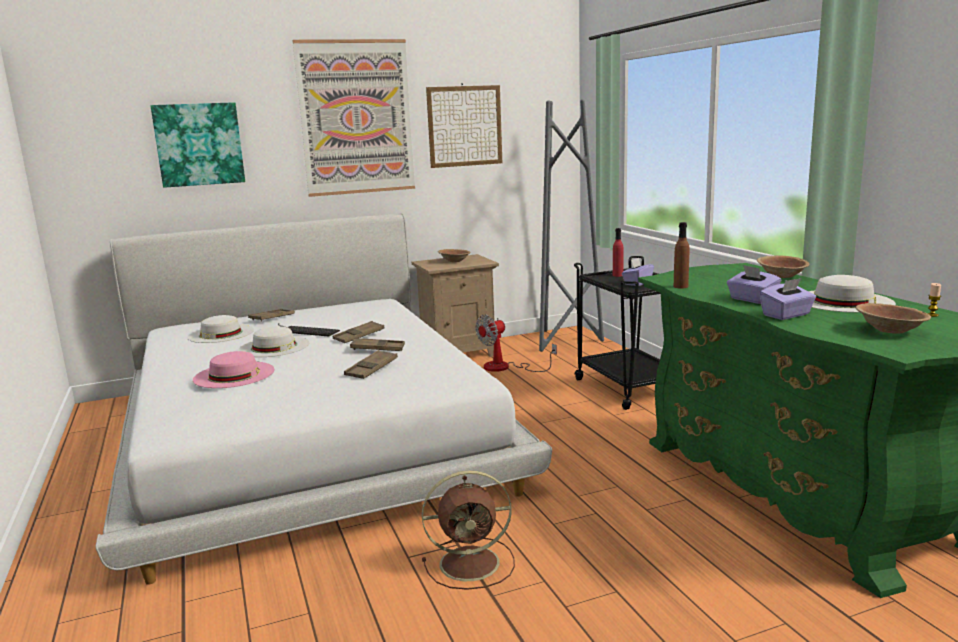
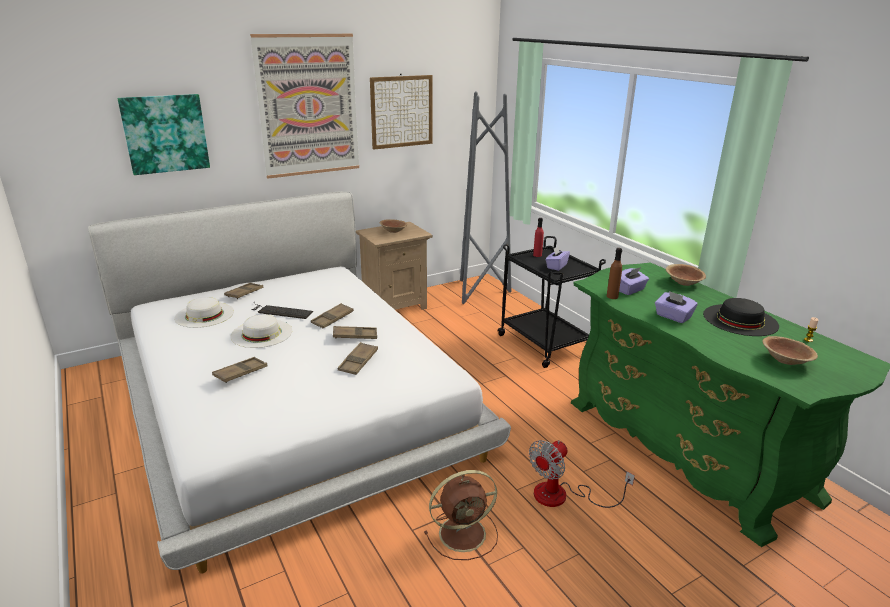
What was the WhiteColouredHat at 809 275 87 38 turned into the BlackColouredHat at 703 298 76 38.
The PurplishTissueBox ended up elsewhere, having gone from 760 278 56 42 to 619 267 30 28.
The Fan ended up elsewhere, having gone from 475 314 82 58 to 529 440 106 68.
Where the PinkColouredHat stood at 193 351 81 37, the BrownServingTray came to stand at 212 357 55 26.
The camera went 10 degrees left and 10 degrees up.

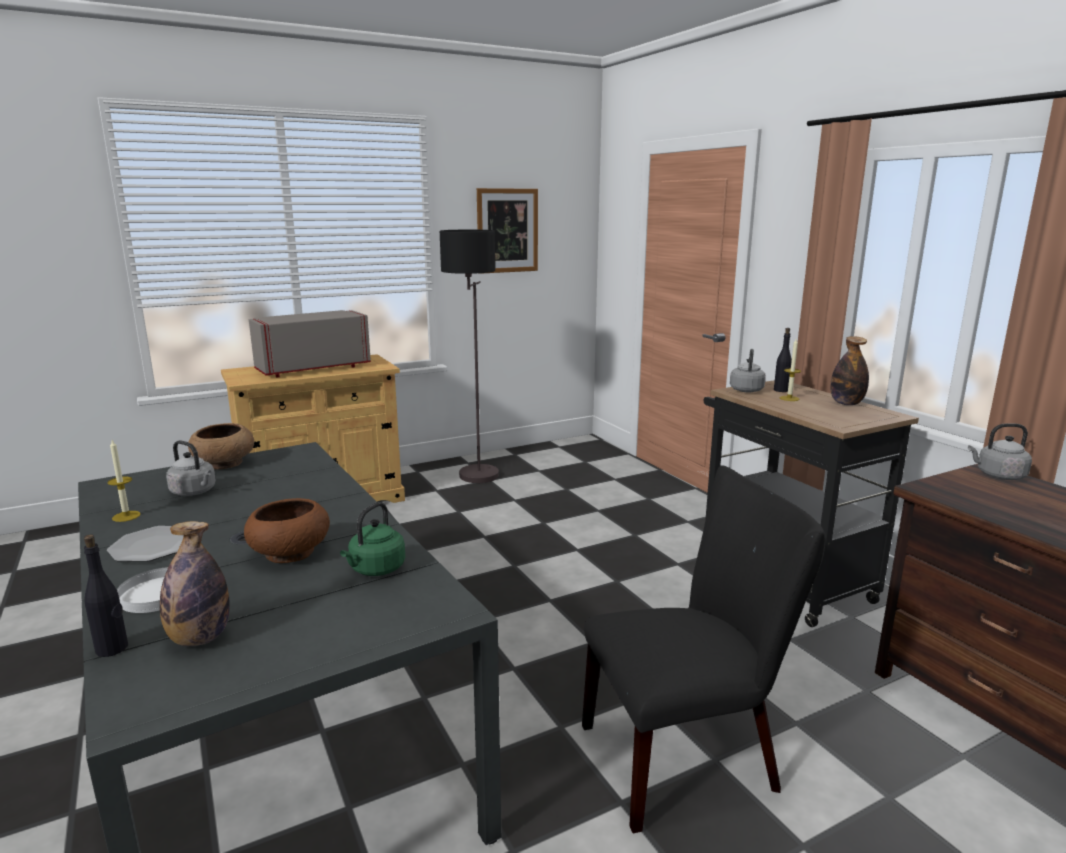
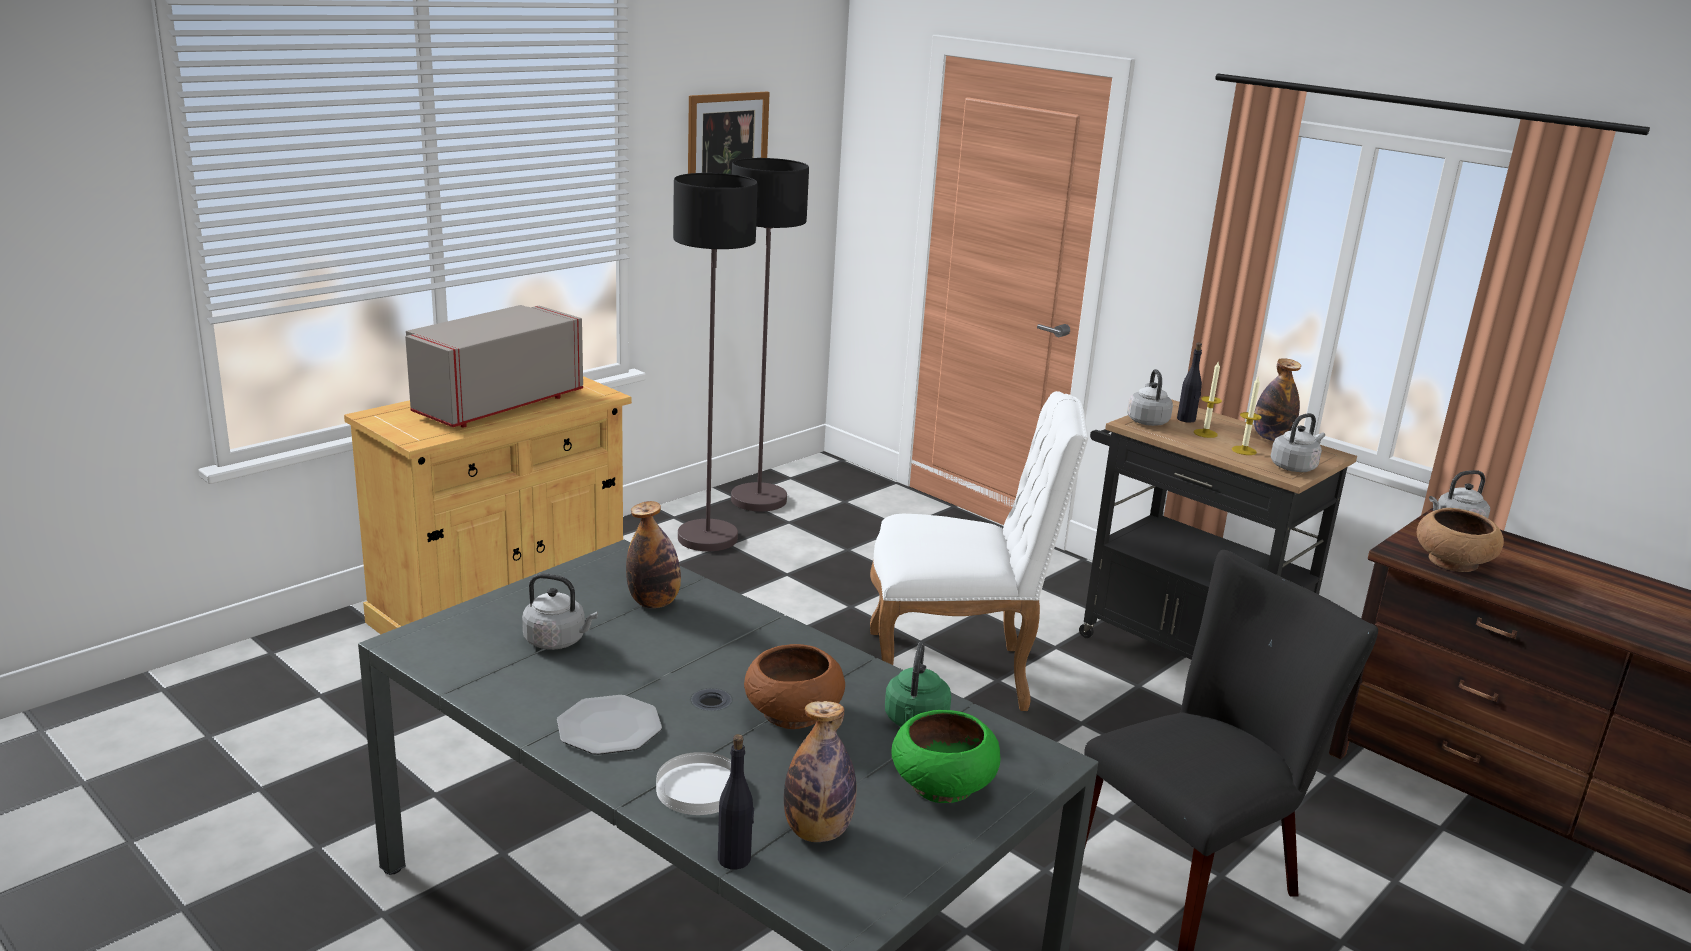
The BrownServingBowl ended up elsewhere, having gone from 188 423 66 47 to 1417 508 87 64.
The WaxLight ended up elsewhere, having gone from 107 440 34 82 to 1232 377 29 78.
The second view gained the BlackColouredStandingLamp at 731 158 78 354.
The second view gained the WhiteColouredUprightChair at 870 391 218 320.
The second view gained the GreyishTeaKettle at 1271 413 54 59.
The second view gained the Bottle at 626 501 55 107.
The second view gained the GreenColouredServingBowl at 891 710 110 93.
The camera went 20 degrees left and 5 degrees up.

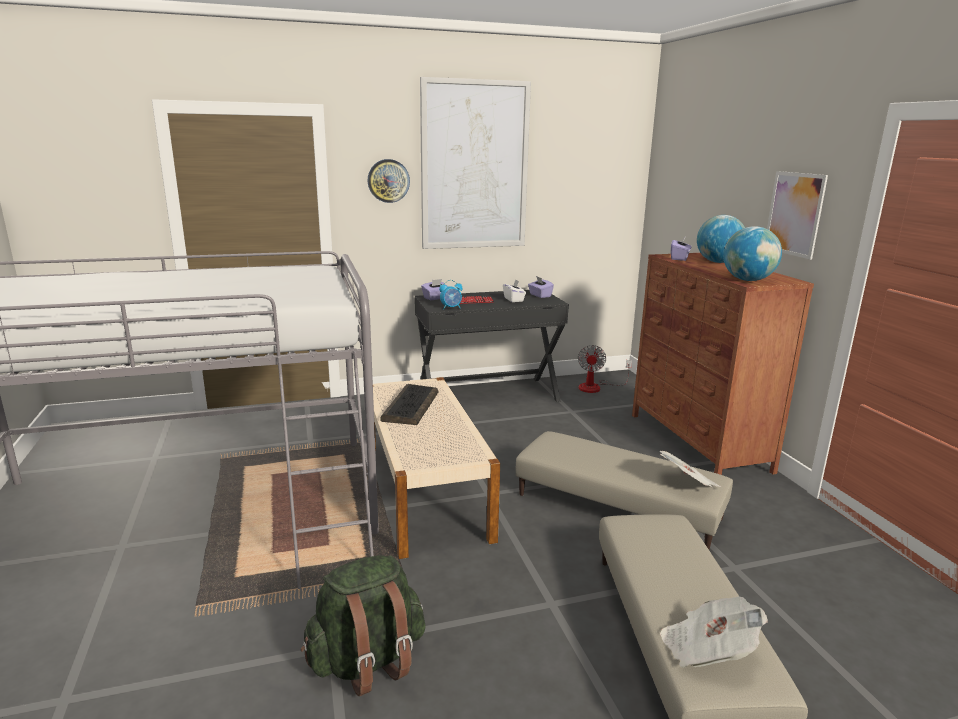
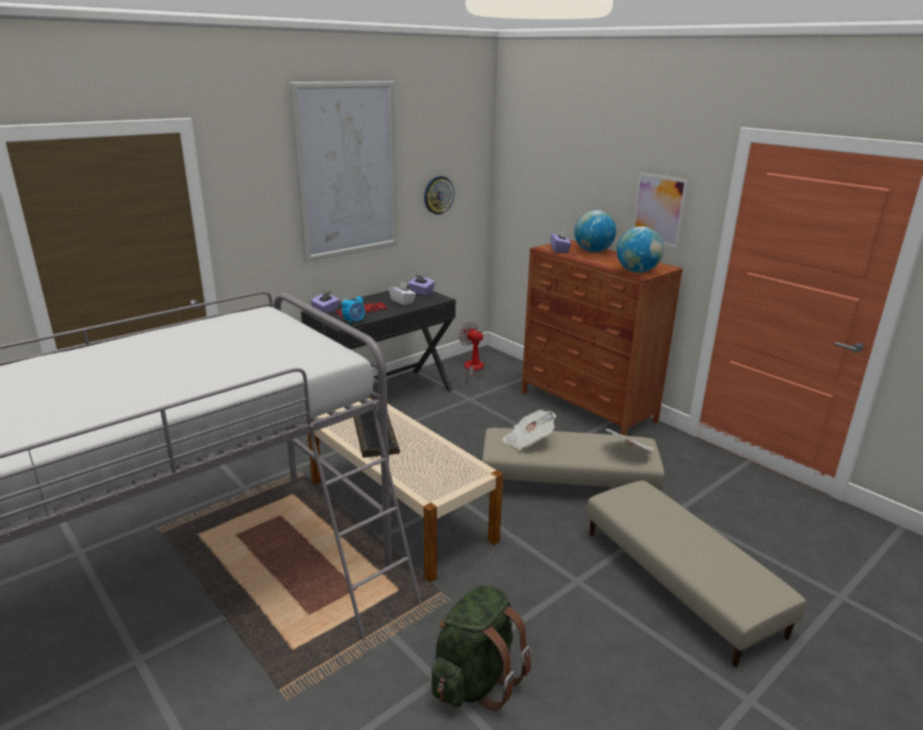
The ClockOnTheWall ended up elsewhere, having gone from 368 159 42 44 to 424 176 31 39.
The Fan at 578 345 54 48 ended up facing another way, 150 degrees clockwise from before.
The DailyPaper ended up elsewhere, having gone from 660 596 108 72 to 502 410 54 40.
The camera went 25 degrees left and 5 degrees up.

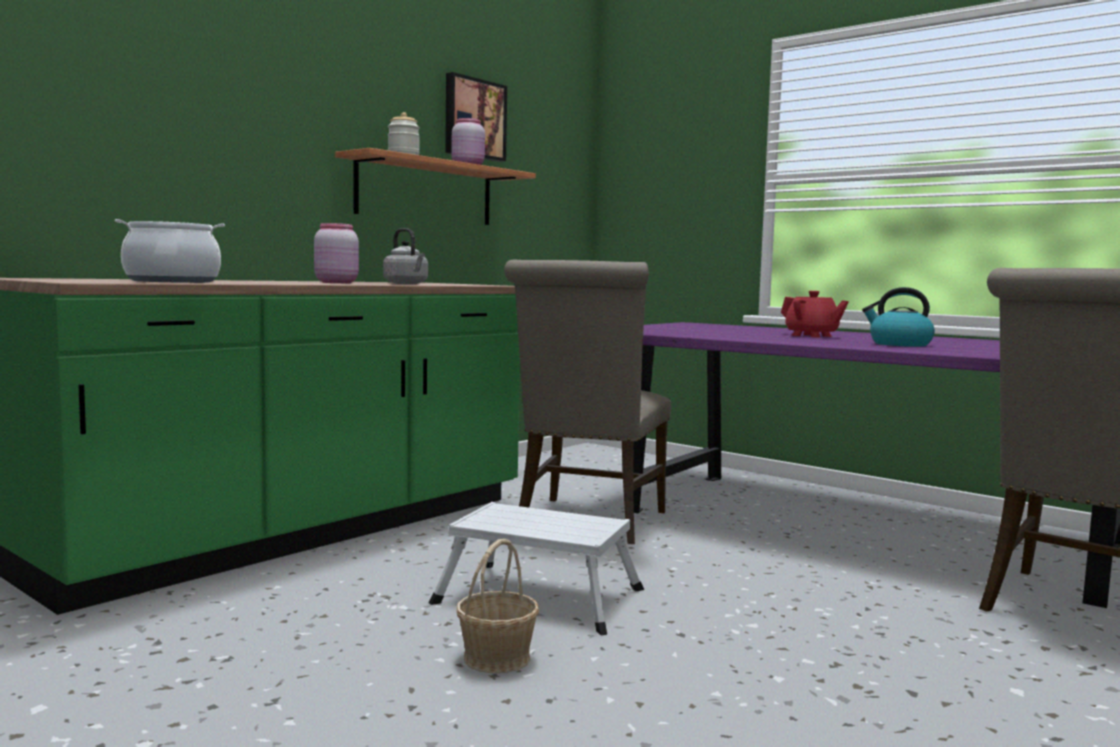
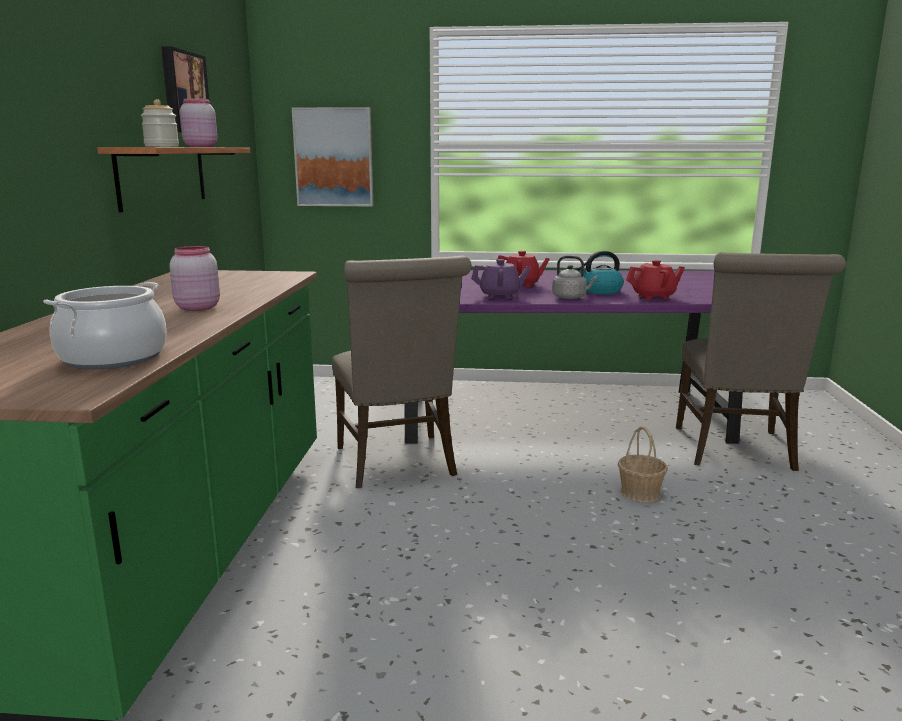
The GreyishTeaKettle ended up elsewhere, having gone from 383 228 45 56 to 552 256 45 43.
The second view lost the WhiteColouredStepLadder at 429 502 215 133.
The HouseholdBasket ended up elsewhere, having gone from 456 539 83 134 to 618 426 50 76.
The second view gained the Picture at 292 107 81 99.
The second view gained the PurplishPotForTea at 471 259 60 40.
The second view gained the RedColouredPotForTea at 626 260 59 40.
The camera went 35 degrees left and 10 degrees up.

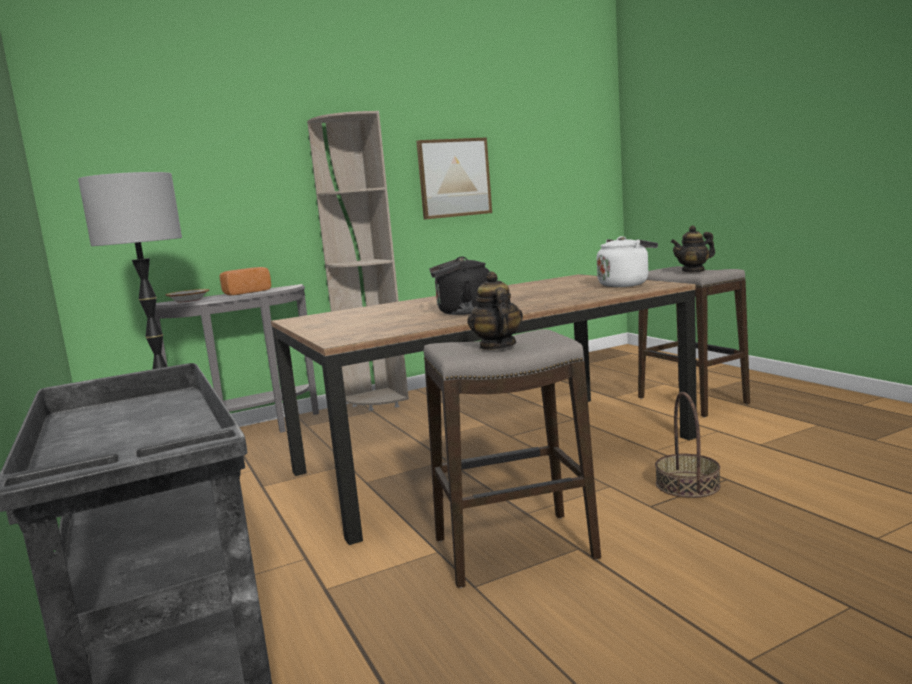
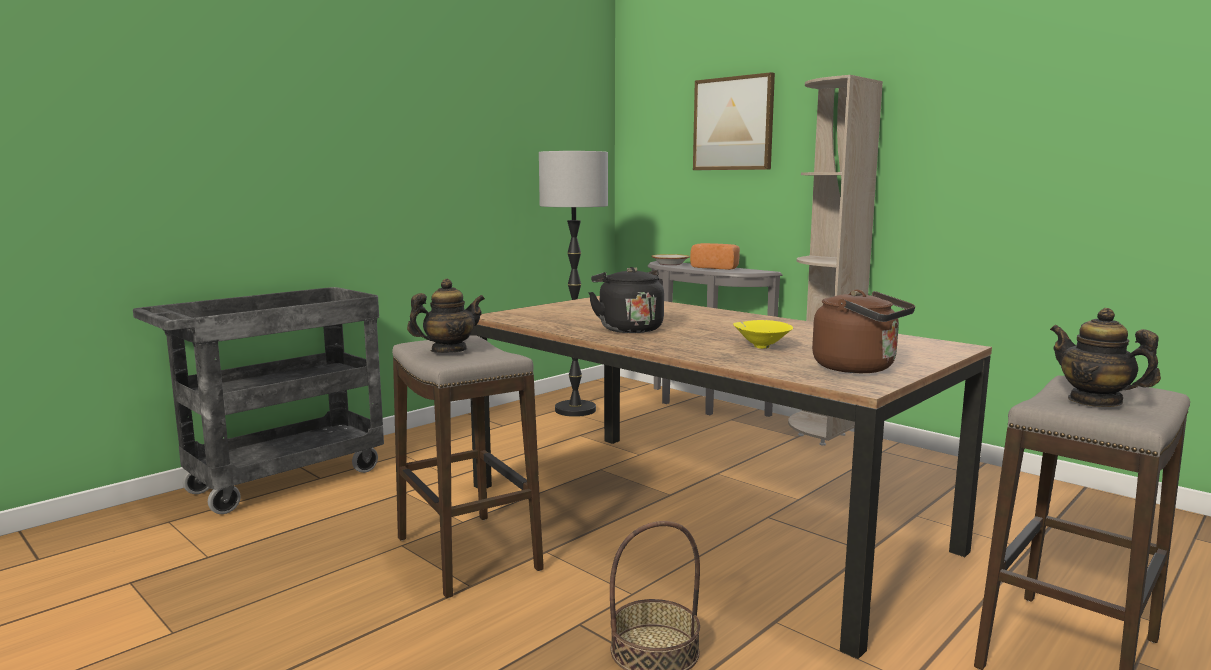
The Picture ended up elsewhere, having gone from 416 137 76 82 to 693 72 82 98.
What was the WhiteColouredTeaKettle at 597 236 61 51 turned into the BrownTeaKettle at 812 290 103 83.
The second view gained the YellowServingBowl at 733 320 60 29.
The camera went 70 degrees right and 0 degrees up.

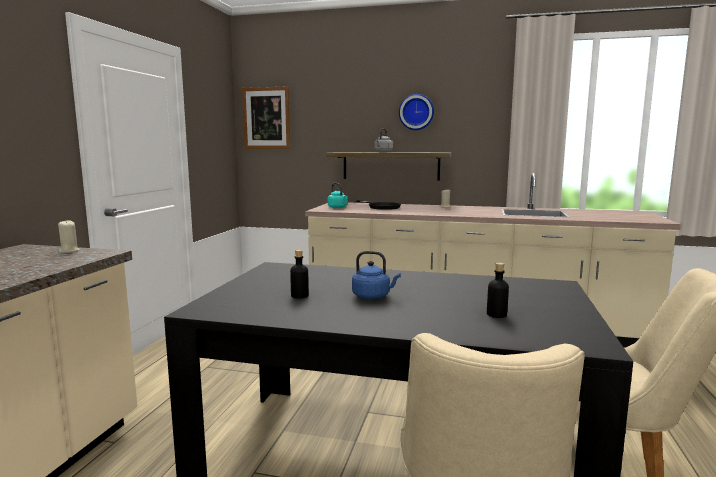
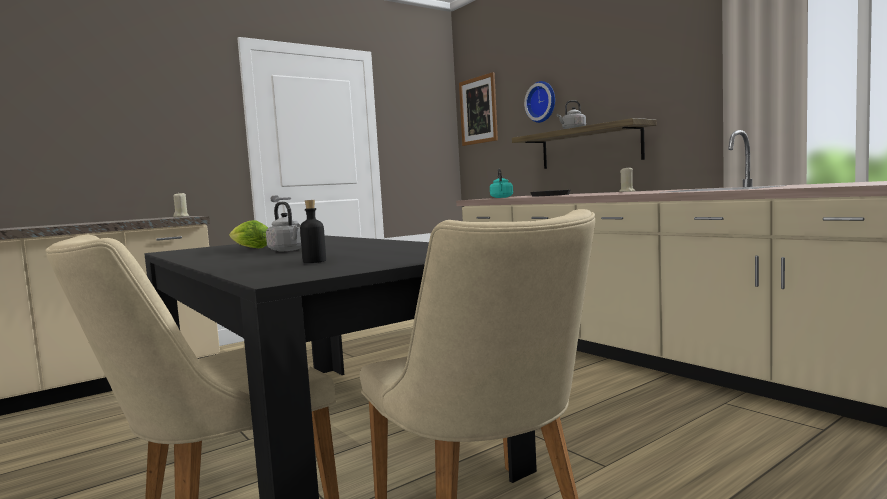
The ClockOnTheWall ended up elsewhere, having gone from 399 94 35 36 to 524 81 31 42.
Where the BlackColouredBottle stood at 290 249 19 50, the HeadOfLettuce came to stand at 229 220 39 28.
What was the BlueColouredTeaKettle at 352 251 49 48 turned into the GreyishTeaKettle at 266 202 36 49.
The camera went 40 degrees right and 5 degrees down.

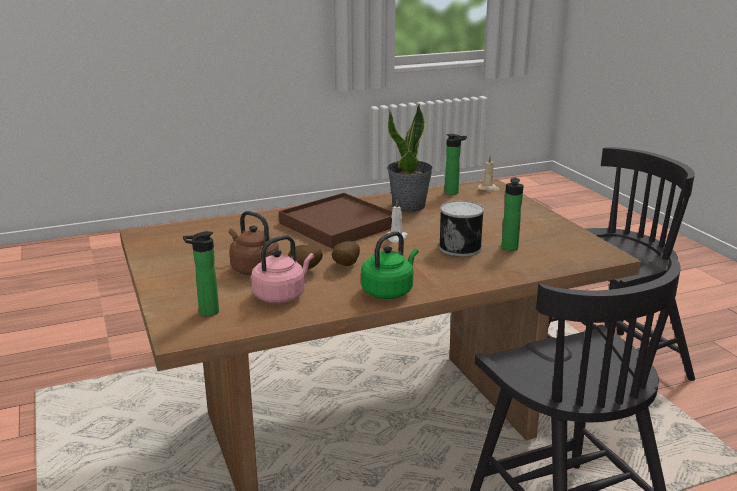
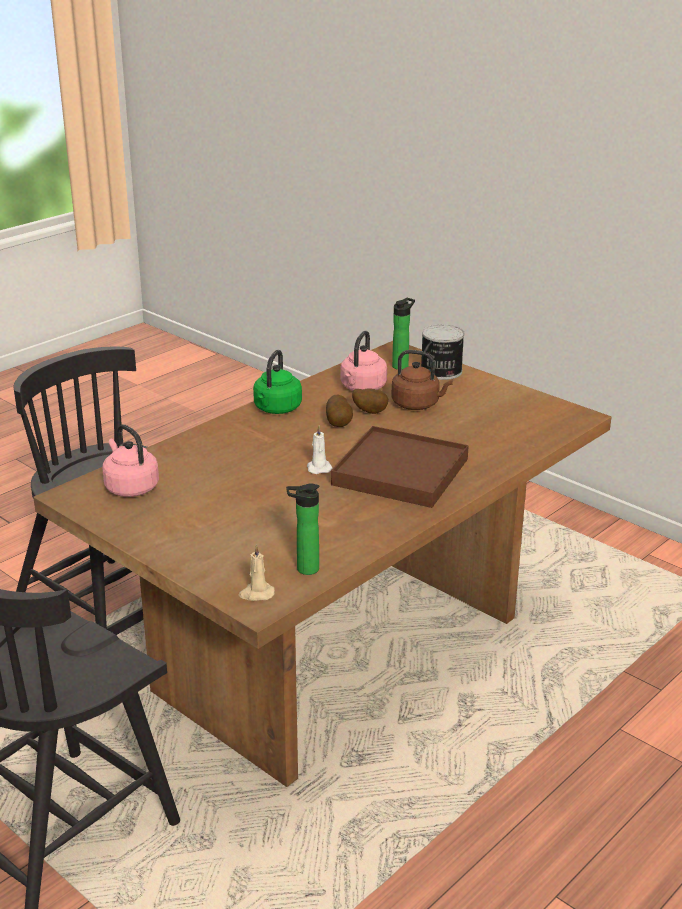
The second view lost the Houseplant at 387 104 46 108.
The second view lost the Bottle at 501 177 23 74.
The Can ended up elsewhere, having gone from 439 200 45 56 to 421 324 43 56.
The second view gained the PinkColouredTeaKettle at 102 425 57 72.
The camera went 155 degrees right and 5 degrees up.

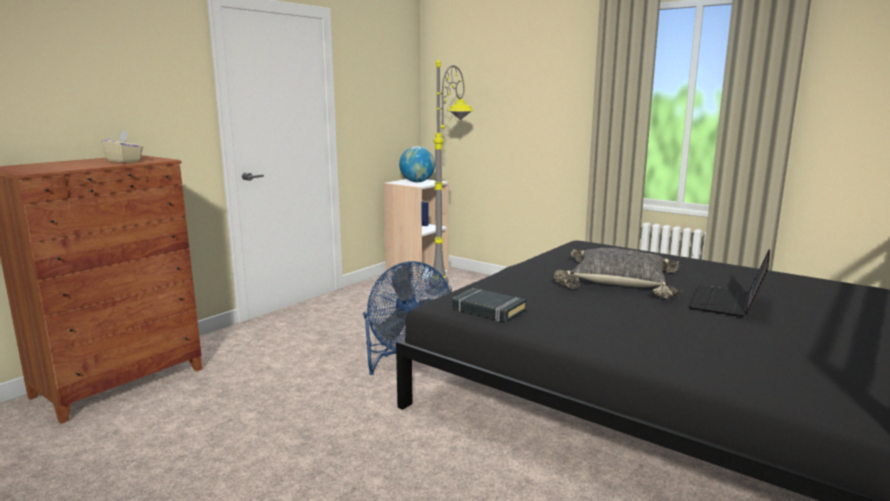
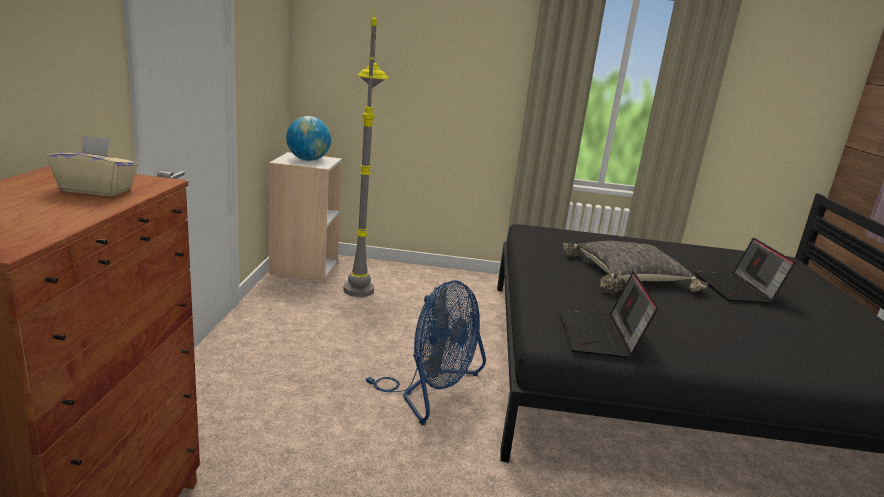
Where the BlackColouredVolume stood at 452 288 75 34, the NotebookComputer came to stand at 559 271 100 87.
The camera went 35 degrees left and 5 degrees up.

